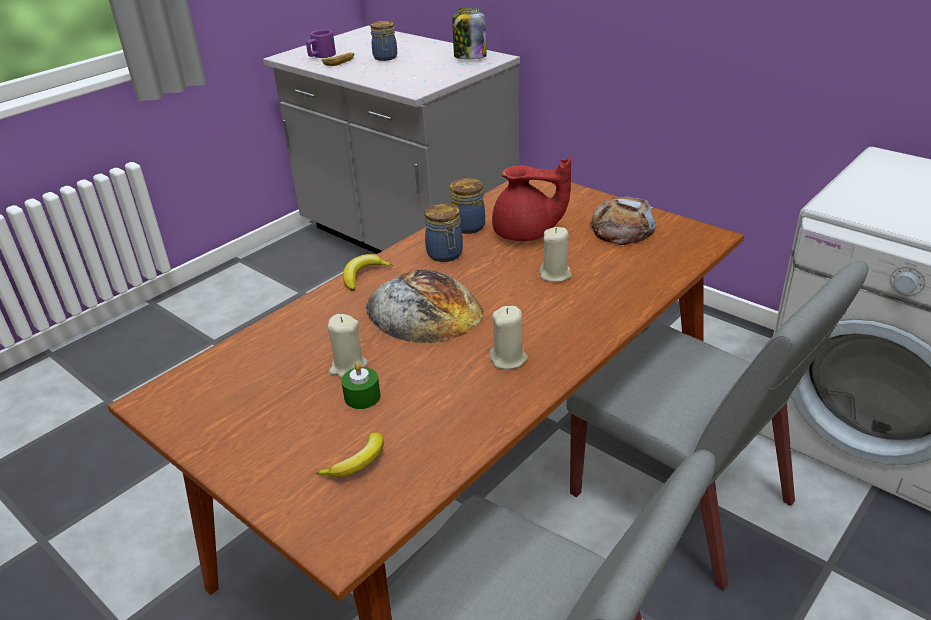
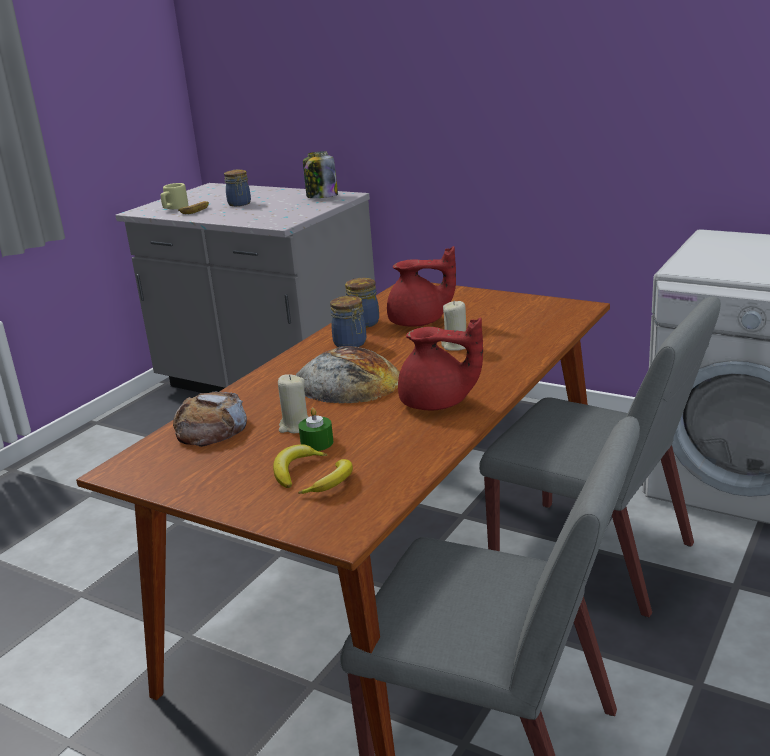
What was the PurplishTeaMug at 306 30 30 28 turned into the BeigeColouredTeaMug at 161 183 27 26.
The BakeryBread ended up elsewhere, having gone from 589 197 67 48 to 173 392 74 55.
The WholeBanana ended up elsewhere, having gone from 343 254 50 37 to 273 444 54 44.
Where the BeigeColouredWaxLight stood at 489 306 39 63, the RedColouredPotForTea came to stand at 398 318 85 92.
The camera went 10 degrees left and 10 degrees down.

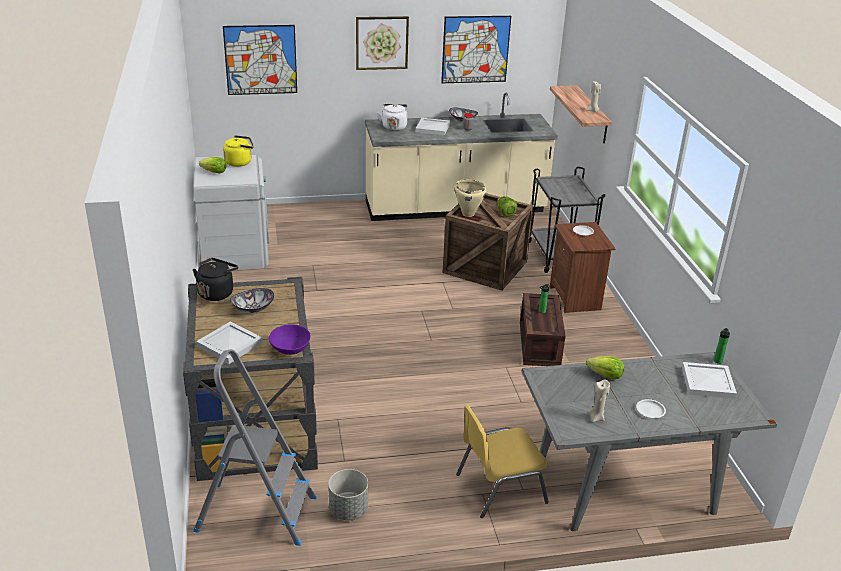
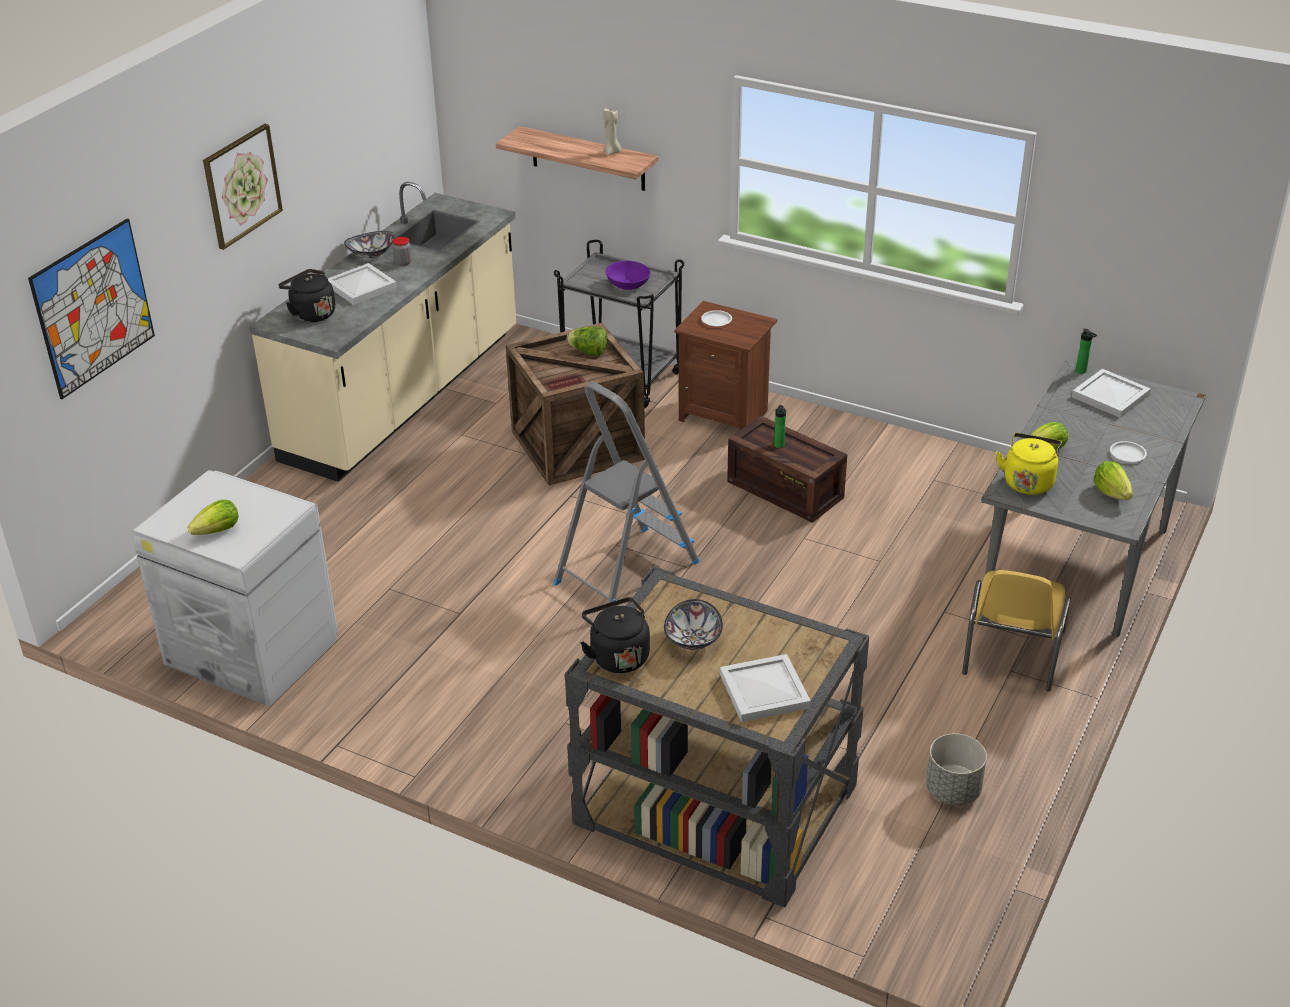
The second view lost the Picture at 441 16 70 67.
What was the WhiteColouredTeaKettle at 377 104 30 27 turned into the BlackColouredTeaKettle at 279 269 56 53.
The YellowTeaKettle ended up elsewhere, having gone from 223 135 31 32 to 996 433 66 62.
The second view lost the BeigeColouredStockpot at 455 180 31 37.
The PurplishServingBowl ended up elsewhere, having gone from 269 324 42 31 to 606 261 44 29.
The GreyishStepLadder ended up elsewhere, having gone from 193 349 124 197 to 553 382 147 221.
Where the BeigeColouredWaxLight stood at 588 379 22 43, the HeadOfLettuce came to stand at 1094 461 39 39.
The camera went 50 degrees left and 5 degrees up.

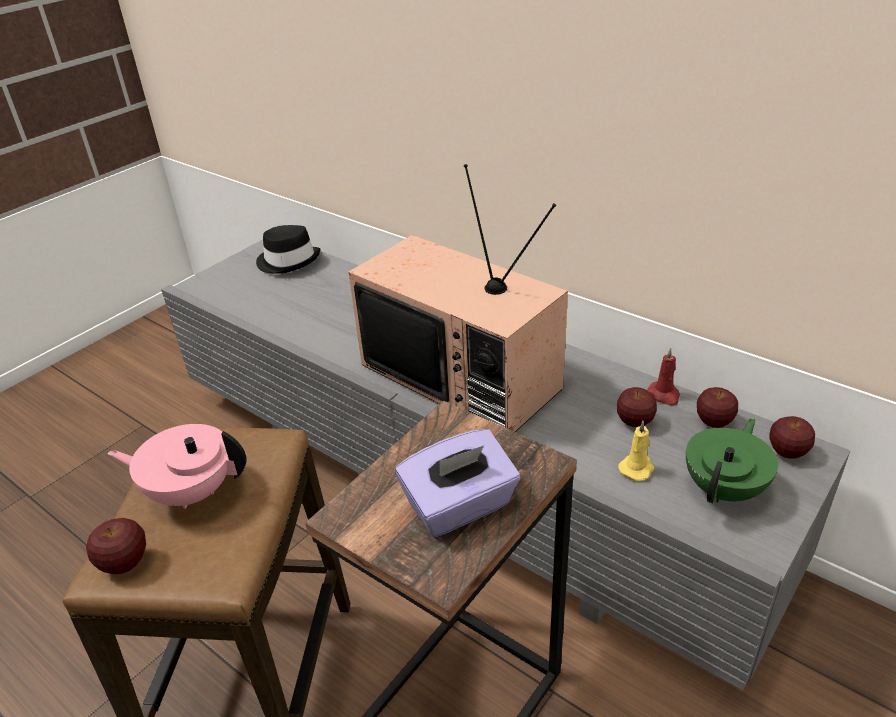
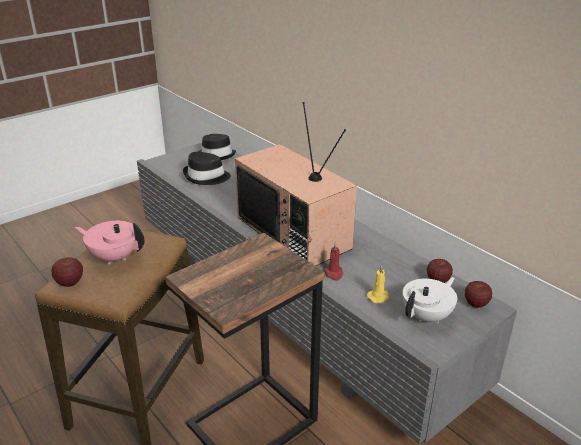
The RedColouredWaxLight ended up elsewhere, having gone from 647 347 33 59 to 324 242 19 39.
The second view lost the WholeApple at 617 387 40 40.
What was the GreenColouredPotForTea at 686 418 92 85 turned into the WhiteColouredPotForTea at 403 277 54 47.
The second view lost the PurplishTissueBox at 395 429 125 108.
The second view gained the BlackColouredHat at 183 152 48 33.
The camera went 10 degrees right and 5 degrees down.

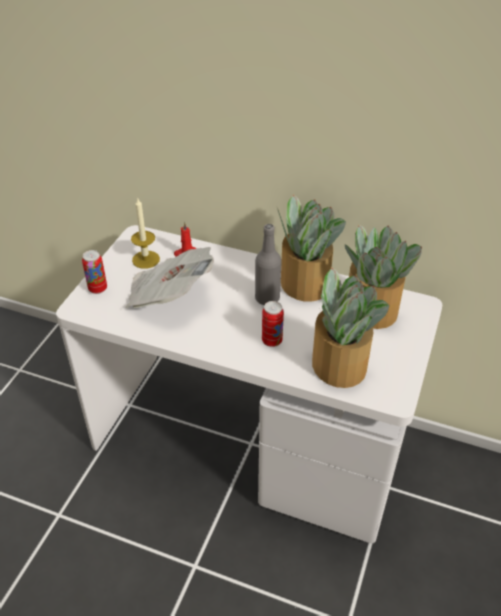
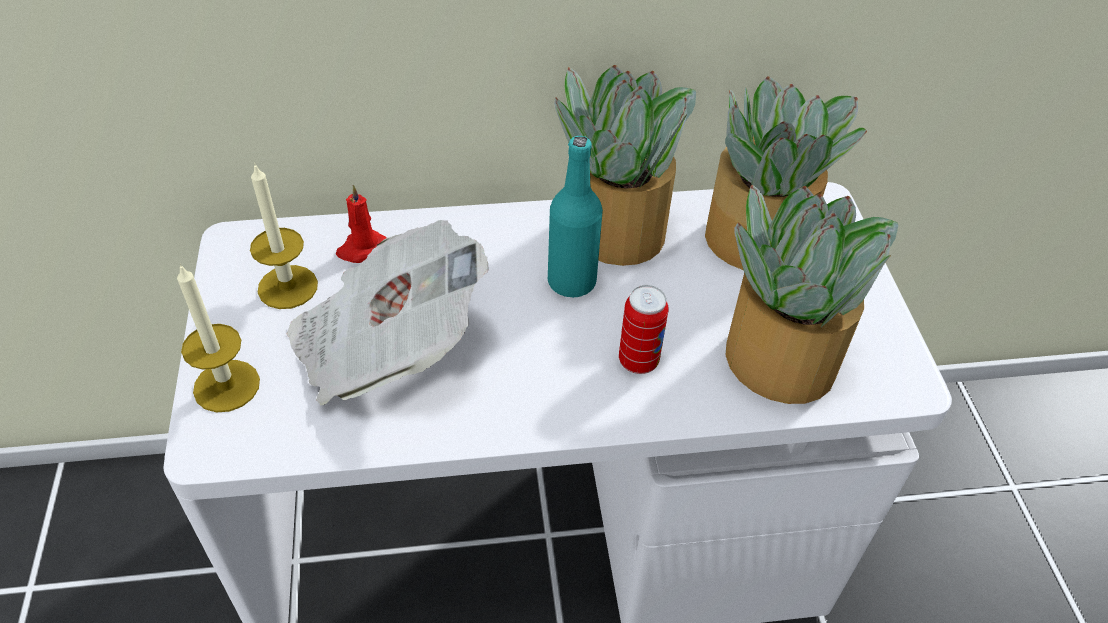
What was the GreyishBottle at 255 224 26 81 turned into the TurquoiseBottle at 548 136 55 161.
Where the Can stood at 82 250 25 44, the WaxLight came to stand at 177 263 83 149.
The camera went 30 degrees left and 5 degrees up.

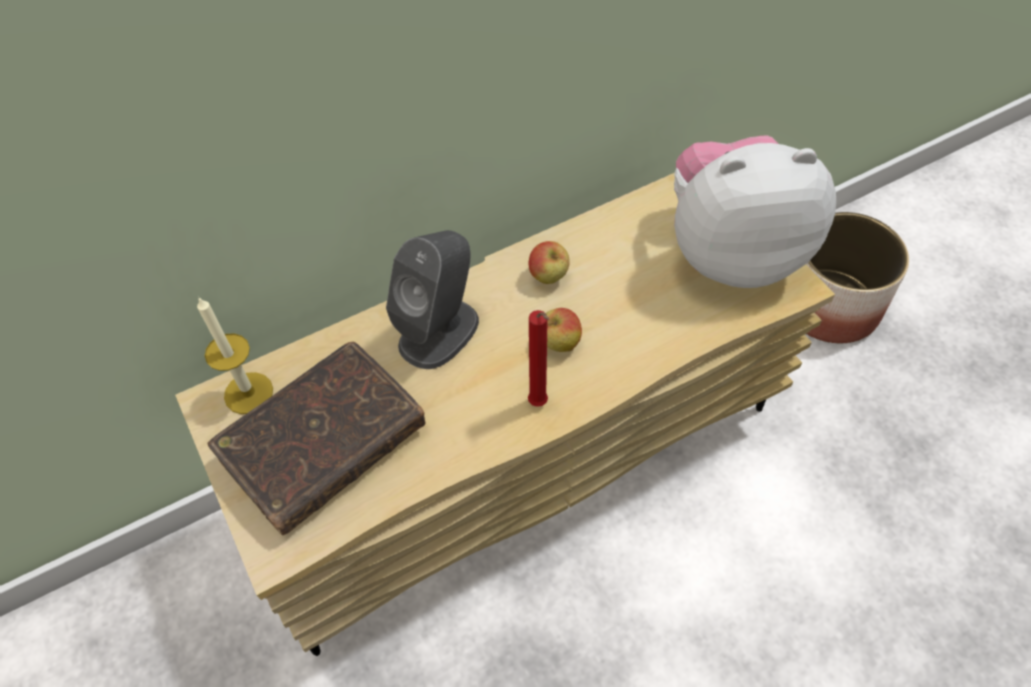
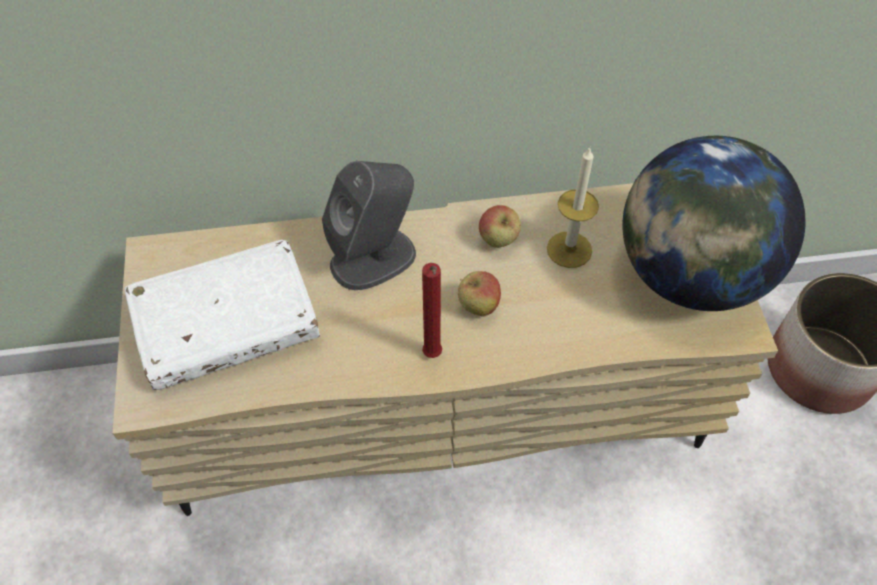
Where the PlushToy stood at 674 136 162 152, the WorldGlobe came to stand at 622 136 184 175.
The WaxLight ended up elsewhere, having gone from 197 298 76 116 to 547 147 52 121.
What was the BrownVolume at 207 342 219 193 turned into the WhiteColouredVolume at 125 240 195 150.
The camera went 20 degrees right and 0 degrees up.

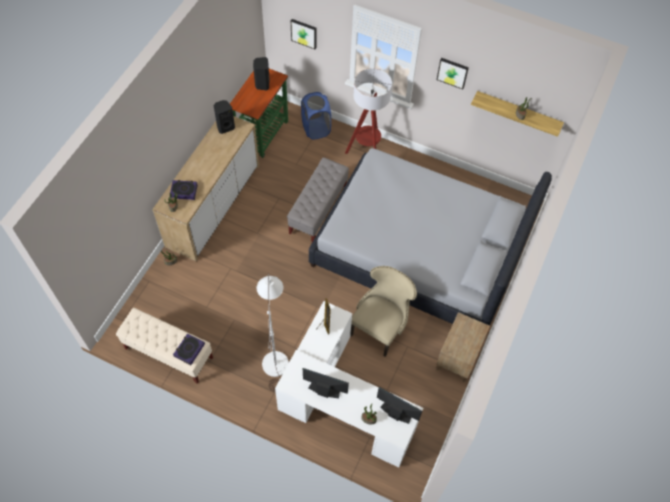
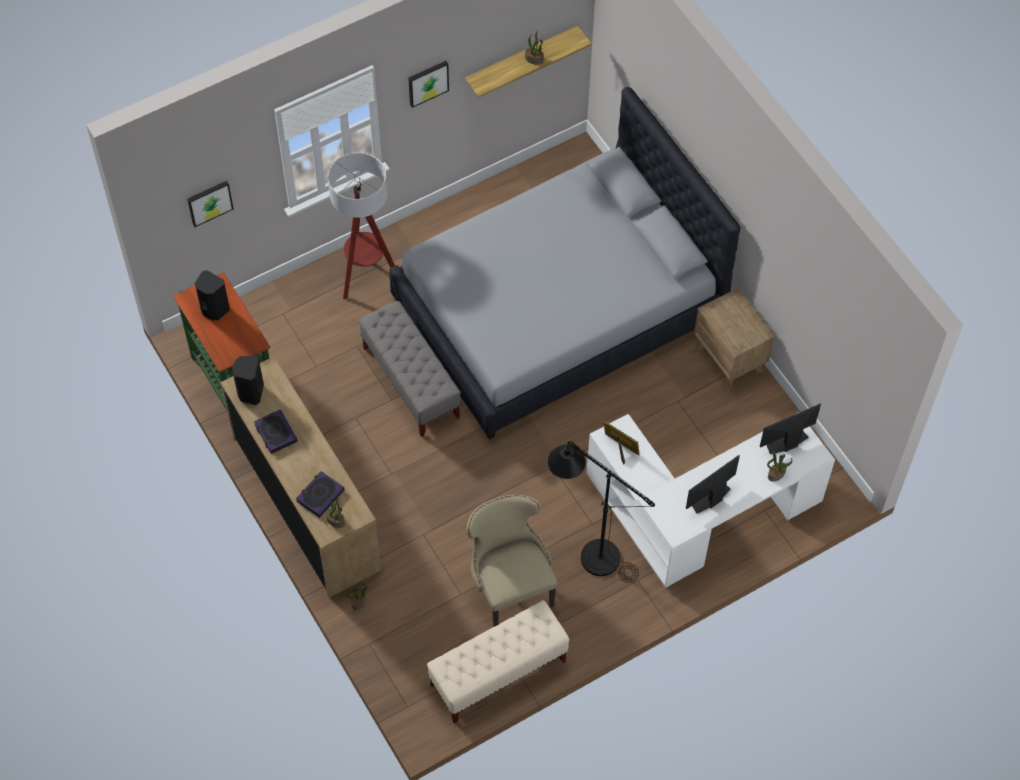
The second view lost the BlueColouredWashingBasket at 301 92 30 48.
The BeigeColouredUprightChair ended up elsewhere, having gone from 350 266 67 91 to 467 495 90 132.
What was the WhiteColouredStandingLamp at 257 274 32 118 turned into the BlackColouredStandingLamp at 547 441 108 142.
The Volume ended up elsewhere, having gone from 173 333 32 32 to 254 409 44 45.
The camera went 55 degrees left and 0 degrees up.

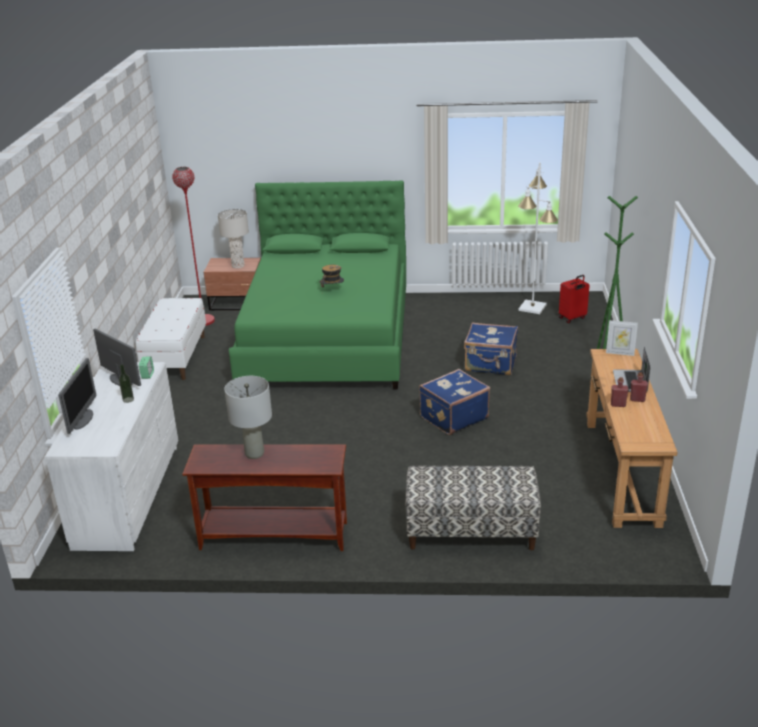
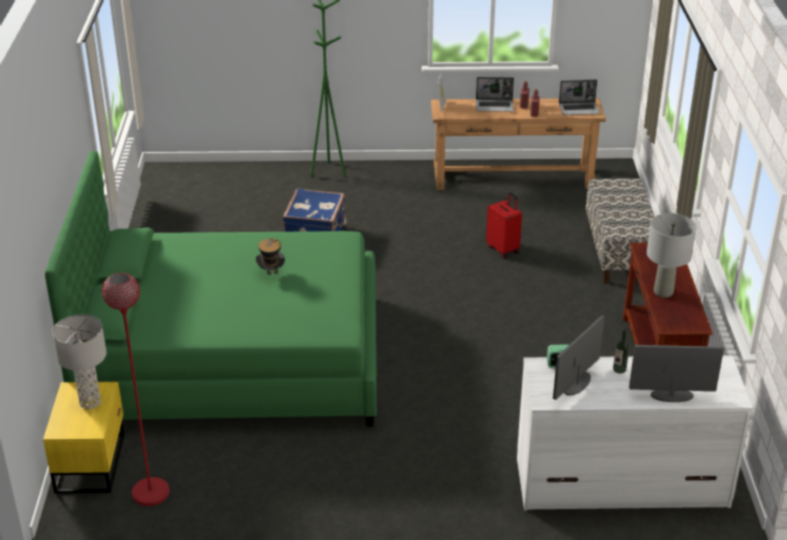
The second view lost the WhiteColouredStandingLamp at 518 162 40 152.
What was the BrownNightstand at 204 257 57 53 turned into the YellowNightstand at 43 382 82 111.
The RedColouredTravelCase ended up elsewhere, having gone from 559 275 31 48 to 486 192 36 67.
The second view lost the WhiteColouredLongSeat at 136 298 70 82.
The second view lost the BlueColouredTravelCase at 419 369 71 66.
The second view gained the NotebookComputer at 559 80 41 35.
The camera went 95 degrees left and 5 degrees up.

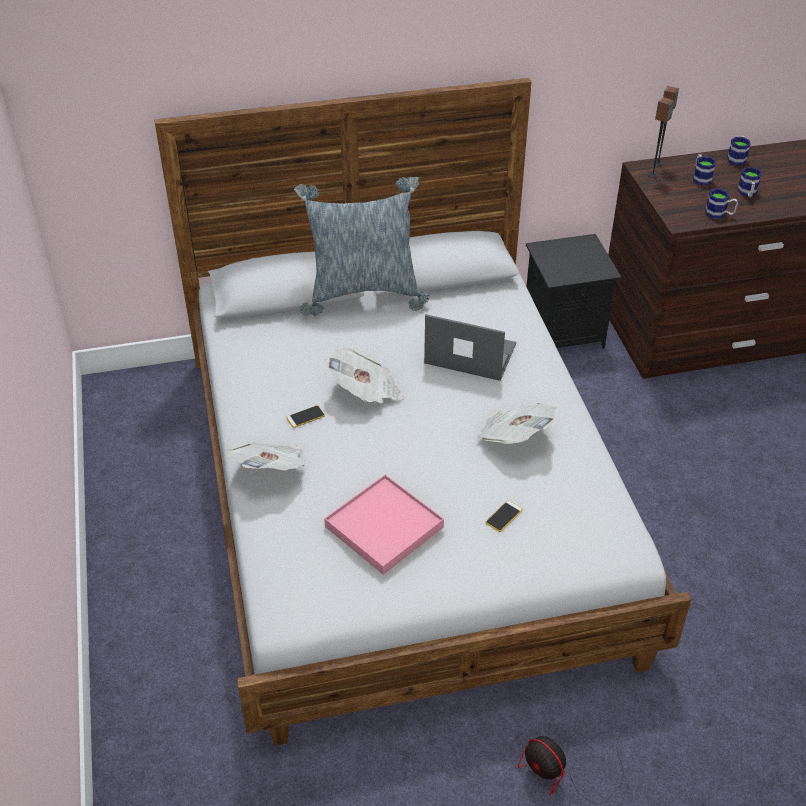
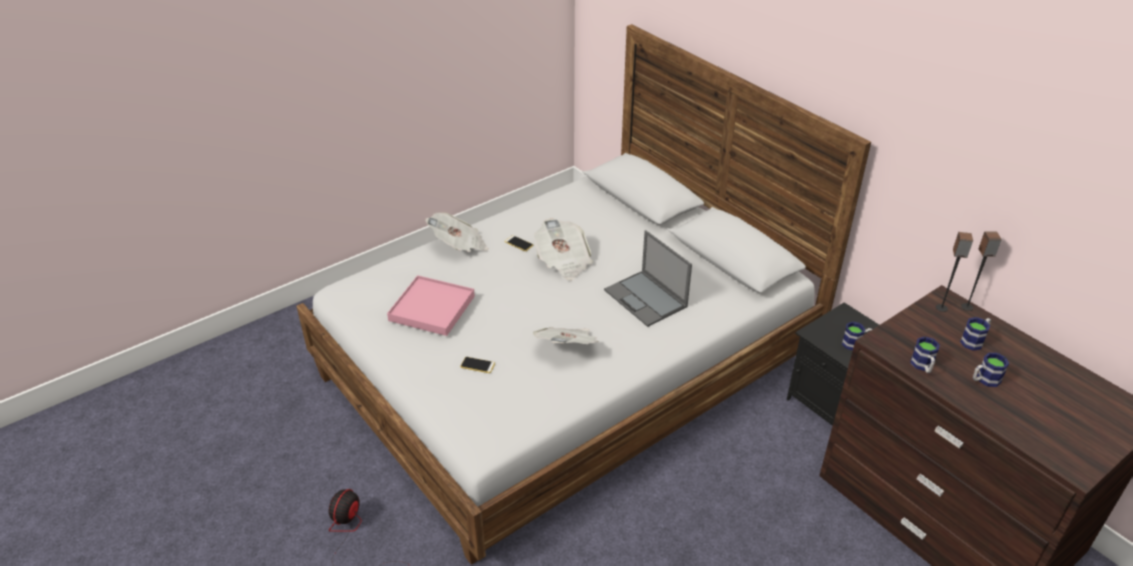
The TeaMug ended up elsewhere, having gone from 727 135 24 30 to 842 322 31 28.
The second view lost the ThrowPillow at 294 176 135 140.
The NotebookComputer at 424 314 92 67 ended up facing another way, 150 degrees clockwise from before.
The camera went 65 degrees right and 5 degrees down.

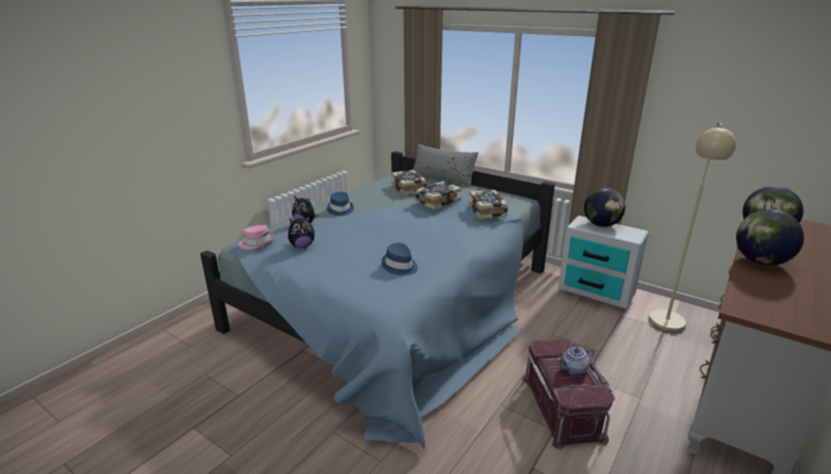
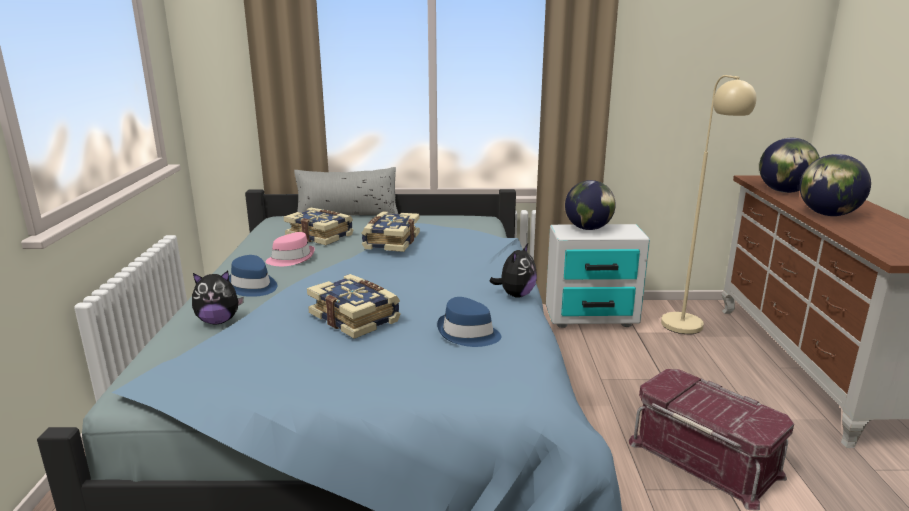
The Volume ended up elsewhere, having gone from 469 190 39 29 to 307 274 94 65.
The PlushToy ended up elsewhere, having gone from 288 215 27 33 to 489 244 48 54.
The PinkColouredHat ended up elsewhere, having gone from 239 225 35 25 to 265 232 50 34.
The second view lost the PotForTea at 558 347 36 28.
The camera went 35 degrees left and 5 degrees down.

